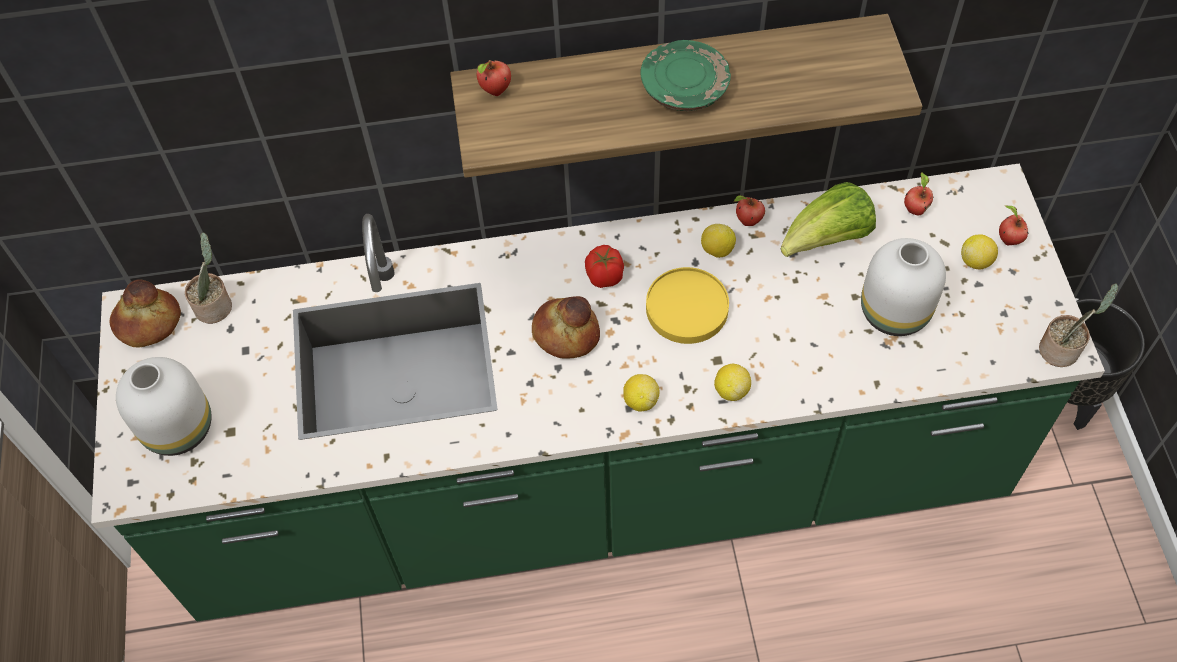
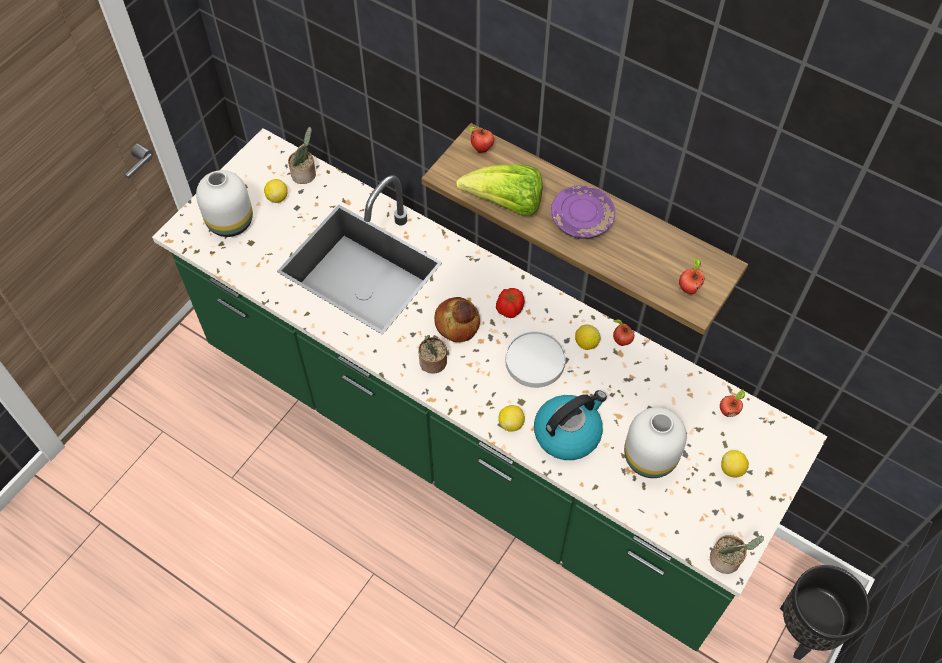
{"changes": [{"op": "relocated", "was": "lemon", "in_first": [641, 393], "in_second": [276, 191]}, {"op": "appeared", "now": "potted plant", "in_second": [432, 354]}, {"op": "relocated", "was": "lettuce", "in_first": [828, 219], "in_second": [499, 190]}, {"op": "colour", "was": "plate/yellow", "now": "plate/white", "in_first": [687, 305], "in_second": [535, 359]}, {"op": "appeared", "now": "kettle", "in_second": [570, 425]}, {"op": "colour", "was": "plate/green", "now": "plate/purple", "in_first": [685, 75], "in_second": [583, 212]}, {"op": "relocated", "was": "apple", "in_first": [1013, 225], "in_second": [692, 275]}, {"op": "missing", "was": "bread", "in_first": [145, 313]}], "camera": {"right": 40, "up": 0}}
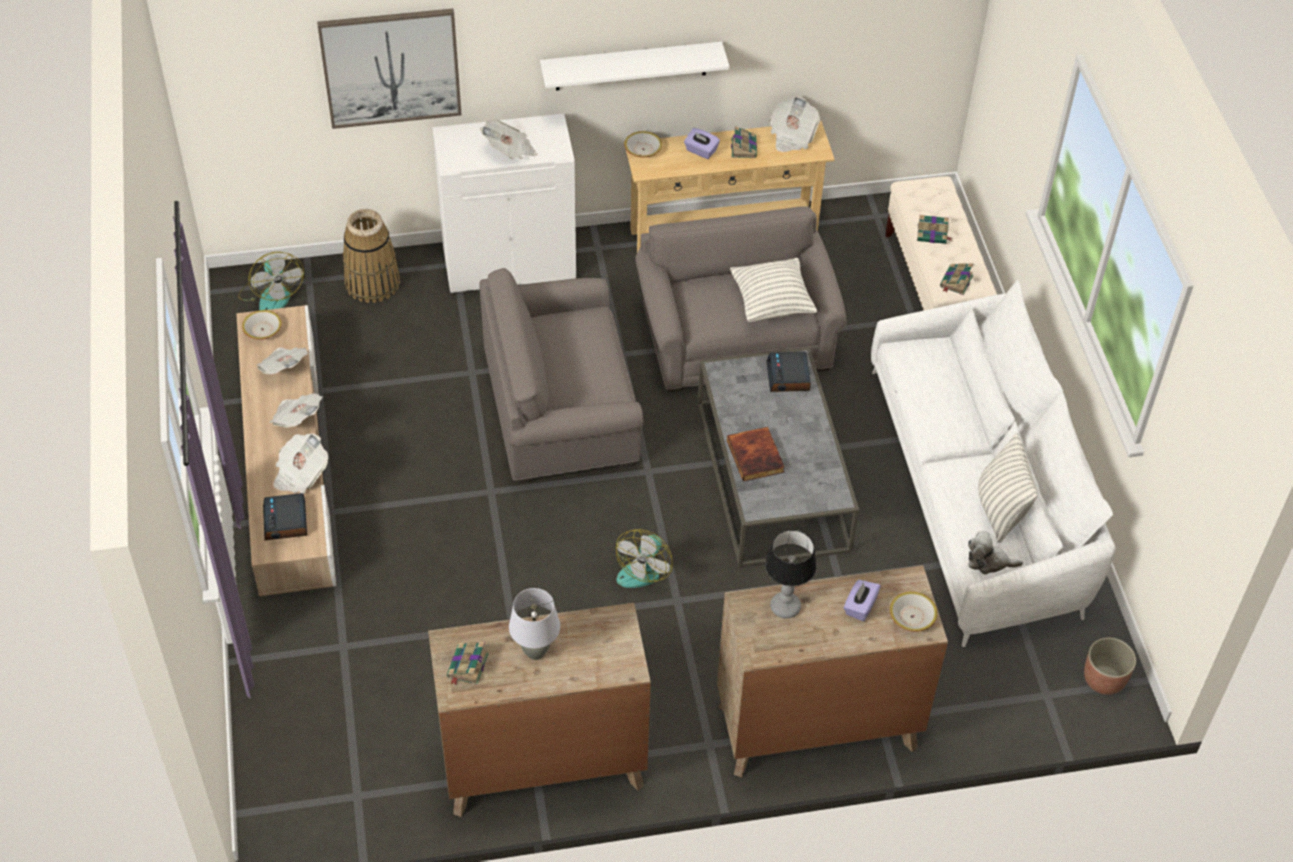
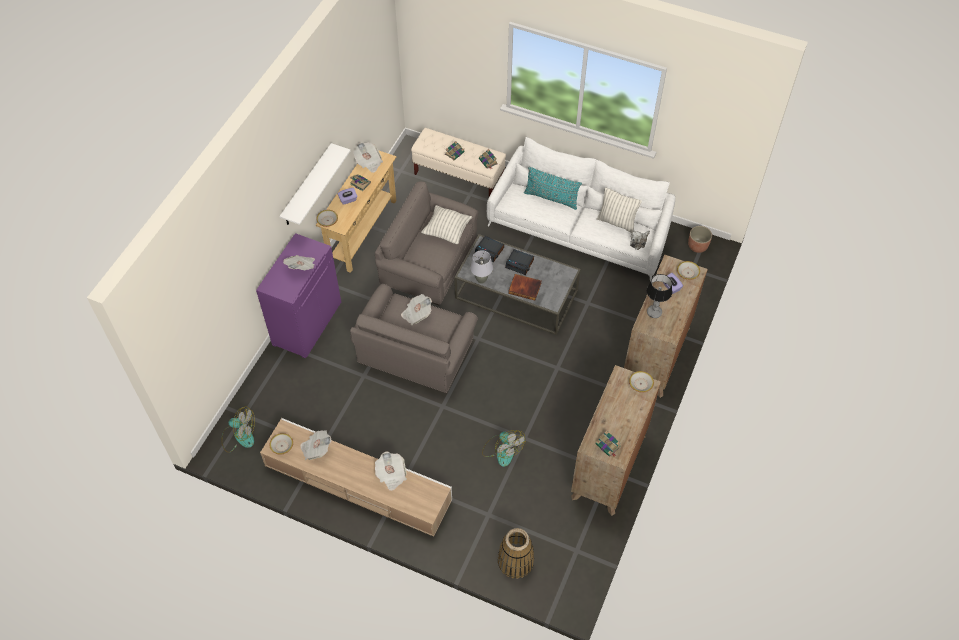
{"changes": [{"op": "colour", "was": "cabinet/white", "now": "cabinet/purple", "in_first": [504, 203], "in_second": [298, 295]}, {"op": "relocated", "was": "newspaper", "in_first": [296, 410], "in_second": [416, 309]}, {"op": "relocated", "was": "table lamp/grey", "in_first": [534, 624], "in_second": [481, 267]}, {"op": "relocated", "was": "fan", "in_first": [644, 558], "in_second": [503, 448]}, {"op": "relocated", "was": "basket", "in_first": [371, 256], "in_second": [515, 553]}, {"op": "relocated", "was": "alarm clock", "in_first": [285, 516], "in_second": [519, 262]}, {"op": "appeared", "now": "pillow/turquoise", "in_second": [553, 188]}, {"op": "appeared", "now": "bowl", "in_second": [641, 382]}, {"op": "missing", "was": "picture", "in_first": [389, 69]}], "camera": {"right": -55, "up": 5}}
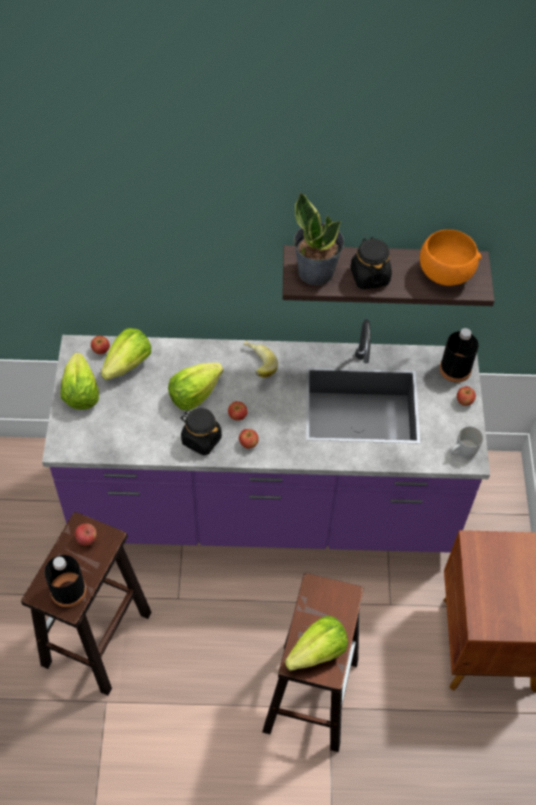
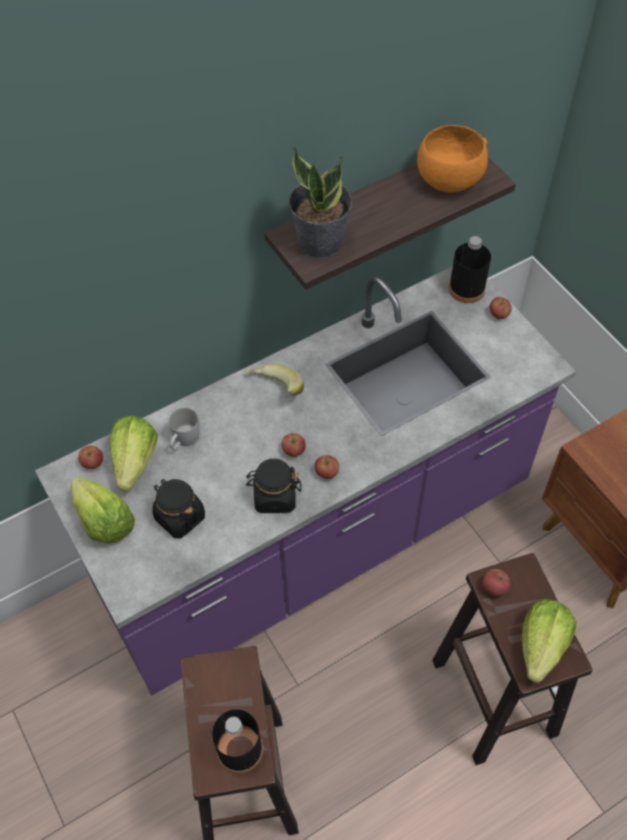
{"changes": [{"op": "relocated", "was": "jar/black", "in_first": [371, 263], "in_second": [178, 508]}, {"op": "relocated", "was": "mug/white", "in_first": [466, 442], "in_second": [184, 429]}, {"op": "relocated", "was": "apple", "in_first": [86, 534], "in_second": [496, 582]}, {"op": "missing", "was": "lettuce", "in_first": [195, 387]}], "camera": {"right": -30, "up": 0}}
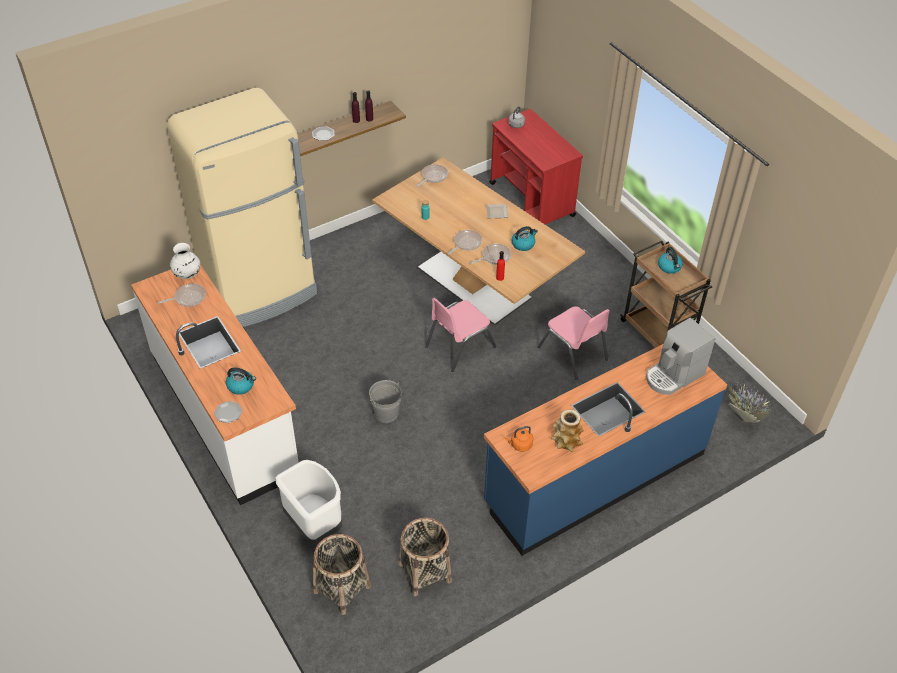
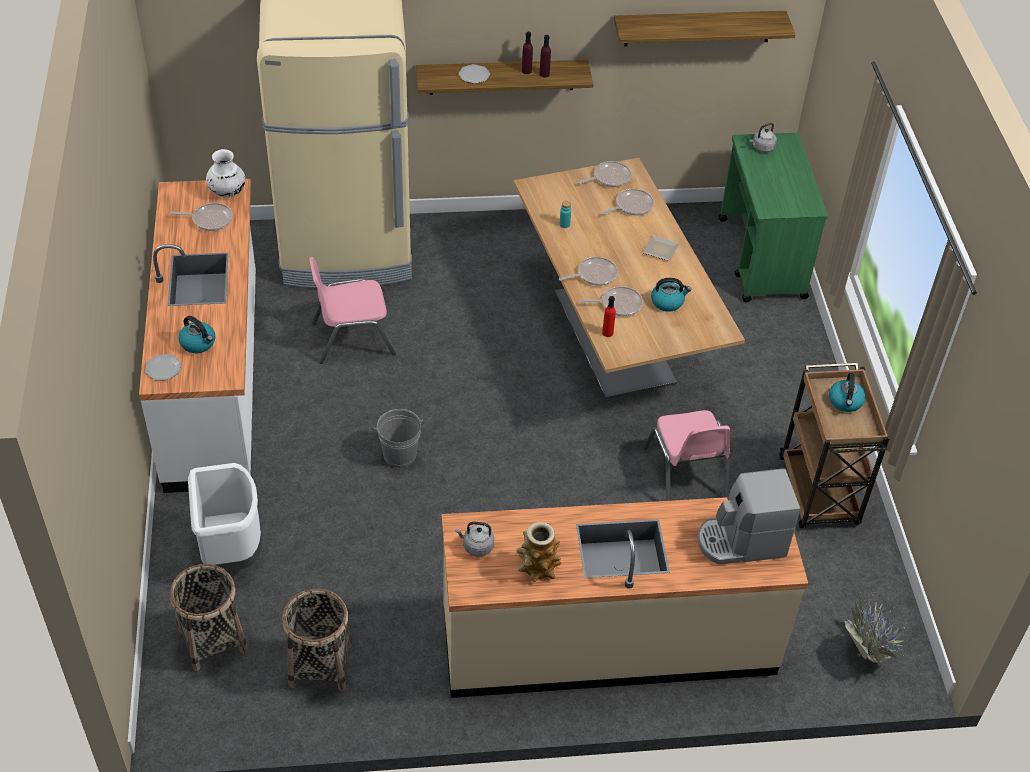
{"changes": [{"op": "relocated", "was": "chair/pink", "in_first": [460, 335], "in_second": [352, 310]}, {"op": "colour", "was": "counter/blue", "now": "counter/beige", "in_first": [605, 450], "in_second": [625, 597]}, {"op": "colour", "was": "kettle/orange", "now": "kettle/grey", "in_first": [519, 439], "in_second": [474, 539]}, {"op": "appeared", "now": "frying pan", "in_second": [628, 202]}, {"op": "appeared", "now": "shelf", "in_second": [705, 29]}, {"op": "colour", "was": "cart/red", "now": "cart/green", "in_first": [536, 166], "in_second": [773, 217]}], "camera": {"right": 25, "up": 0}}
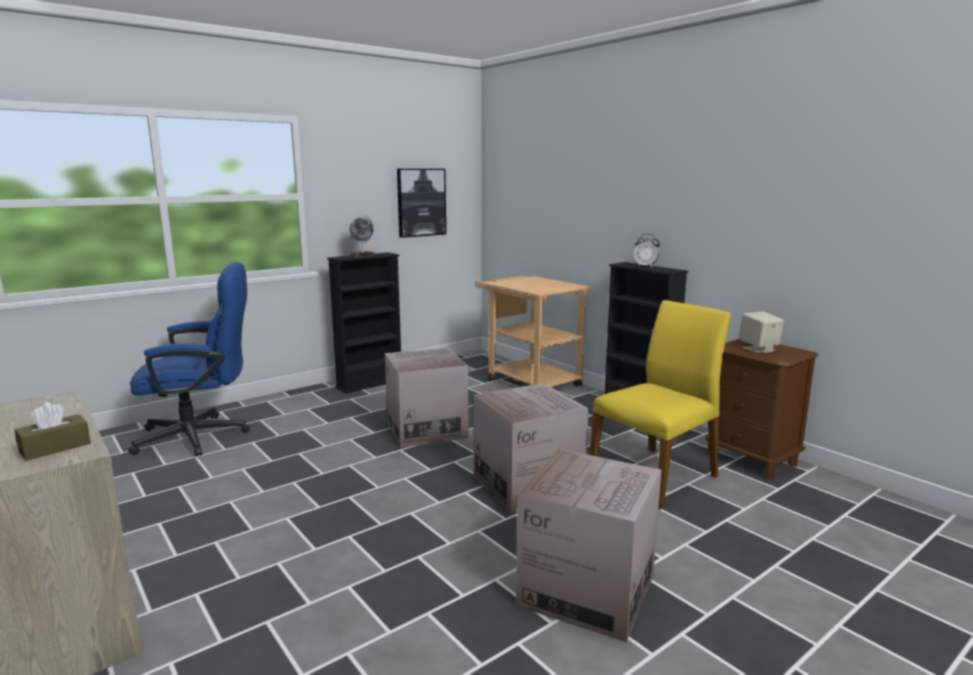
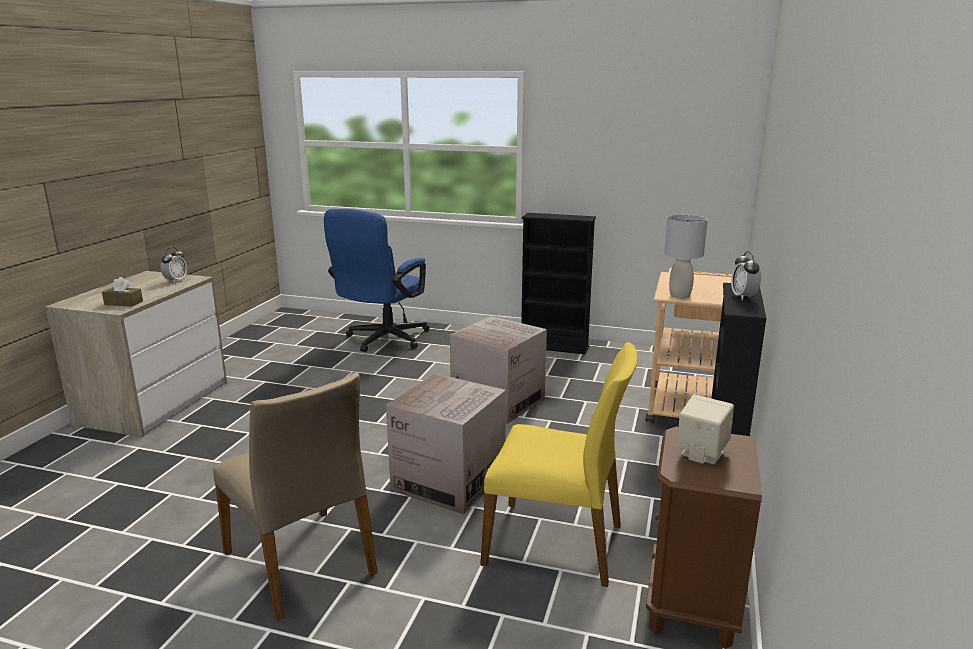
{"changes": [{"op": "appeared", "now": "alarm clock", "in_second": [173, 265]}, {"op": "exchanged", "was": "cardboard box", "now": "chair/beige", "in_first": [589, 545], "in_second": [295, 496]}, {"op": "spun", "was": "office chair/blue", "in_first": [189, 359], "in_second": [377, 280], "clockwise": 75}, {"op": "appeared", "now": "table lamp/grey", "in_second": [686, 257]}, {"op": "missing", "was": "globe", "in_first": [362, 236]}, {"op": "missing", "was": "picture", "in_first": [421, 203]}], "camera": {"right": 55, "up": 5}}
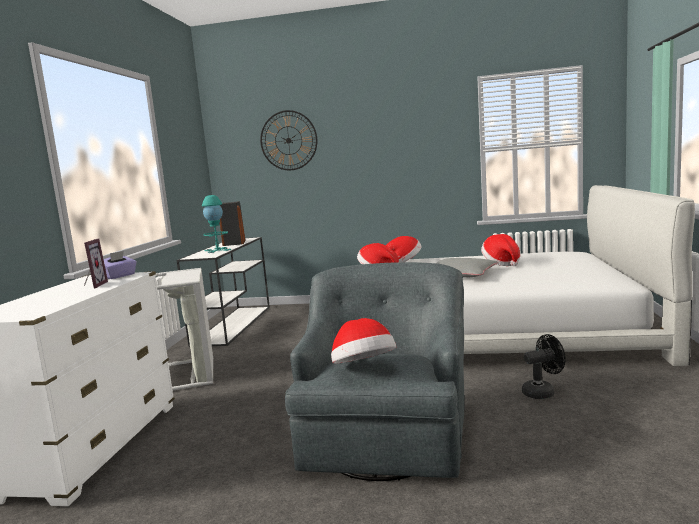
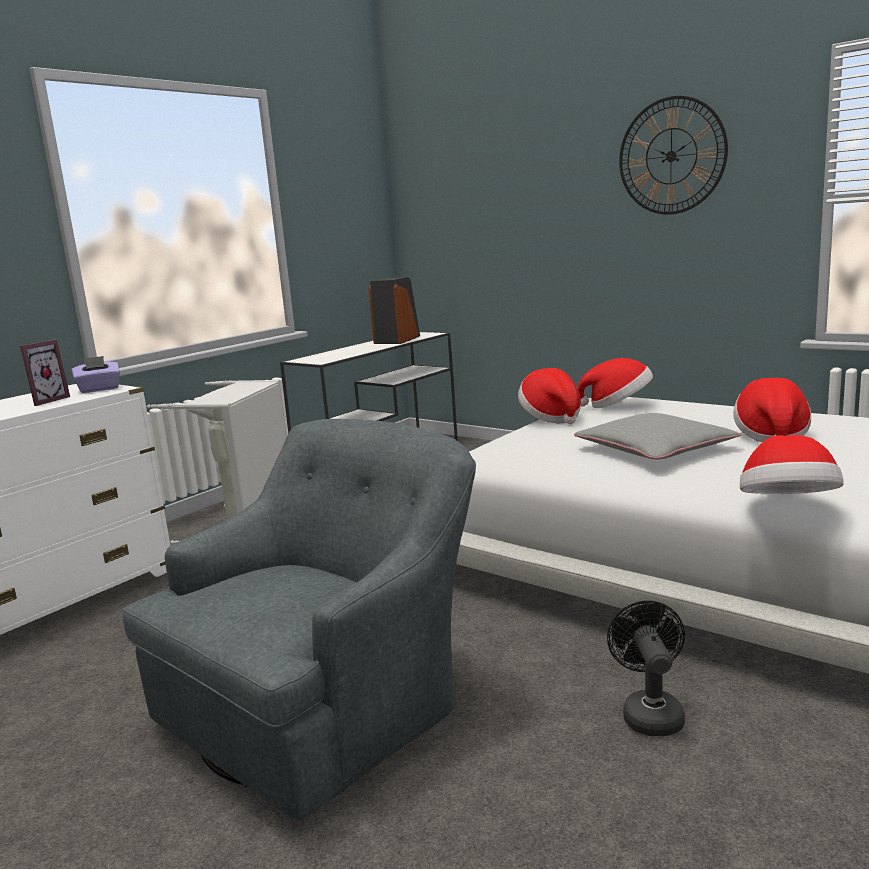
{"changes": [{"op": "spun", "was": "fan/black", "in_first": [544, 366], "in_second": [646, 668], "clockwise": -105}, {"op": "relocated", "was": "wall clock", "in_first": [288, 140], "in_second": [673, 155]}, {"op": "relocated", "was": "hat", "in_first": [363, 341], "in_second": [792, 464]}, {"op": "missing", "was": "table lamp/turquoise", "in_first": [216, 224]}], "camera": {"right": 30, "up": 5}}
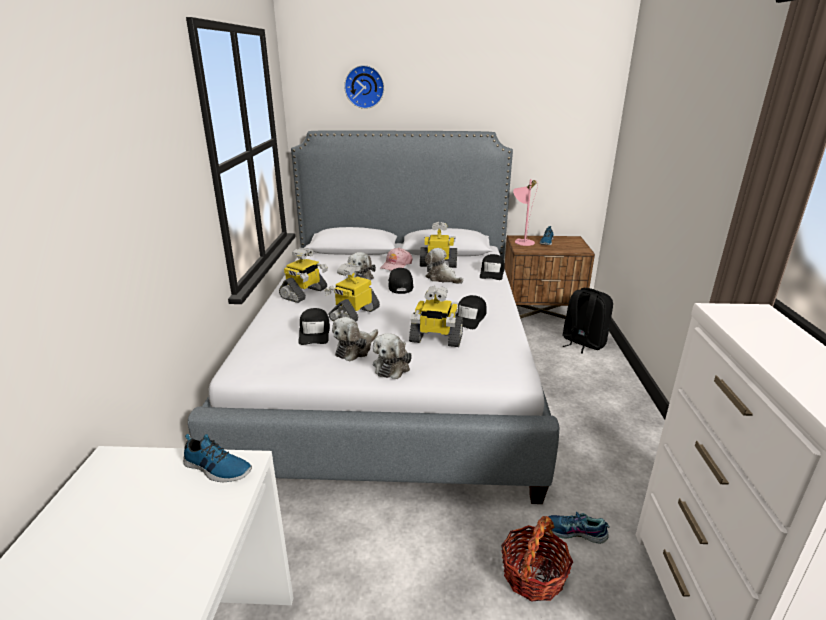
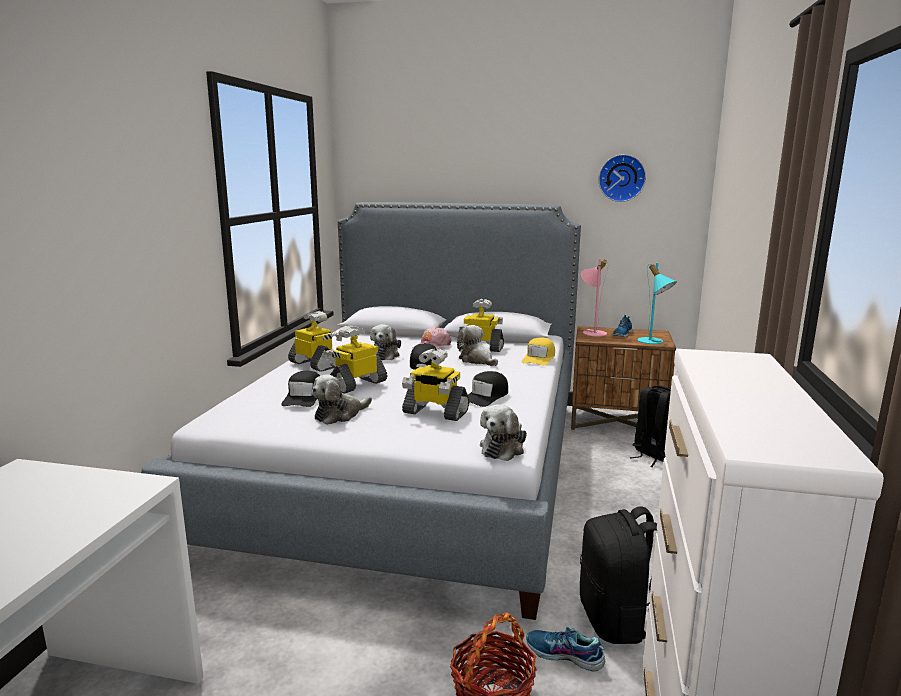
{"changes": [{"op": "spun", "was": "toy robot", "in_first": [303, 275], "in_second": [315, 341], "clockwise": -90}, {"op": "relocated", "was": "plush toy", "in_first": [392, 356], "in_second": [503, 432]}, {"op": "colour", "was": "cap/black", "now": "cap/yellow", "in_first": [492, 267], "in_second": [538, 352]}, {"op": "appeared", "now": "backpack/black", "in_second": [618, 575]}, {"op": "relocated", "was": "wall clock", "in_first": [364, 87], "in_second": [622, 178]}, {"op": "appeared", "now": "table lamp/turquoise", "in_second": [657, 303]}, {"op": "missing", "was": "shoe", "in_first": [217, 458]}], "camera": {"right": 10, "up": -10}}
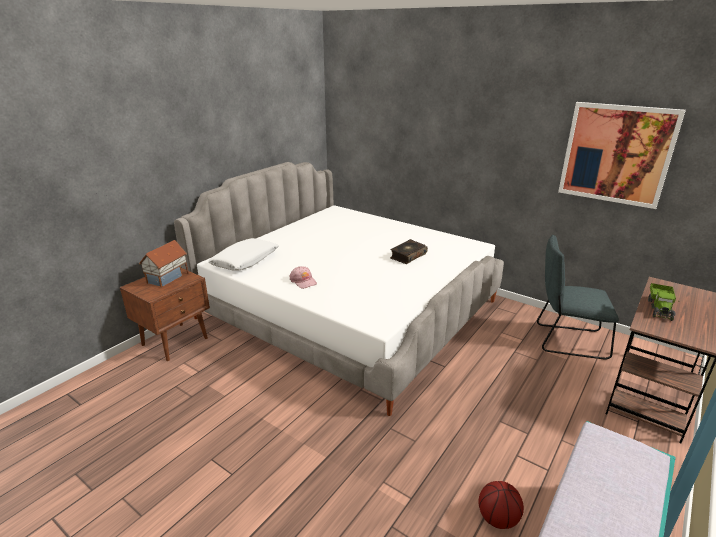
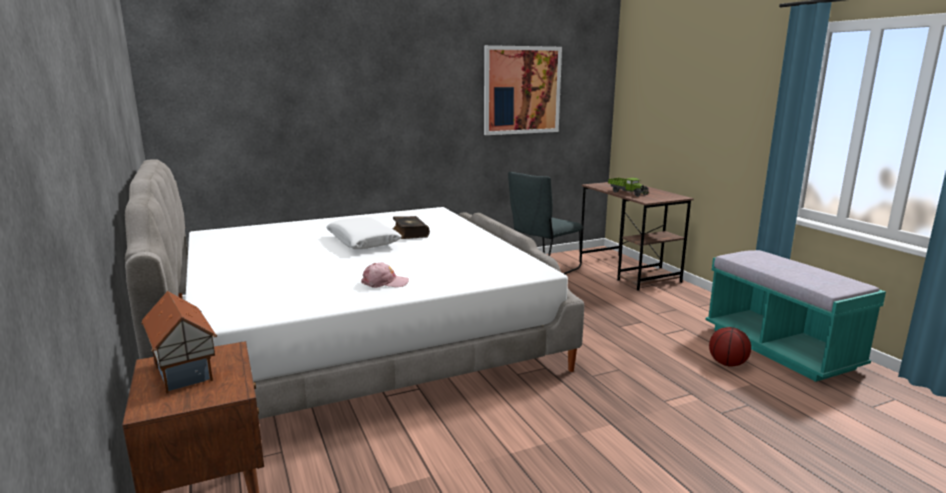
{"changes": [{"op": "relocated", "was": "pillow/white", "in_first": [243, 254], "in_second": [364, 233]}], "camera": {"right": -60, "up": -10}}
